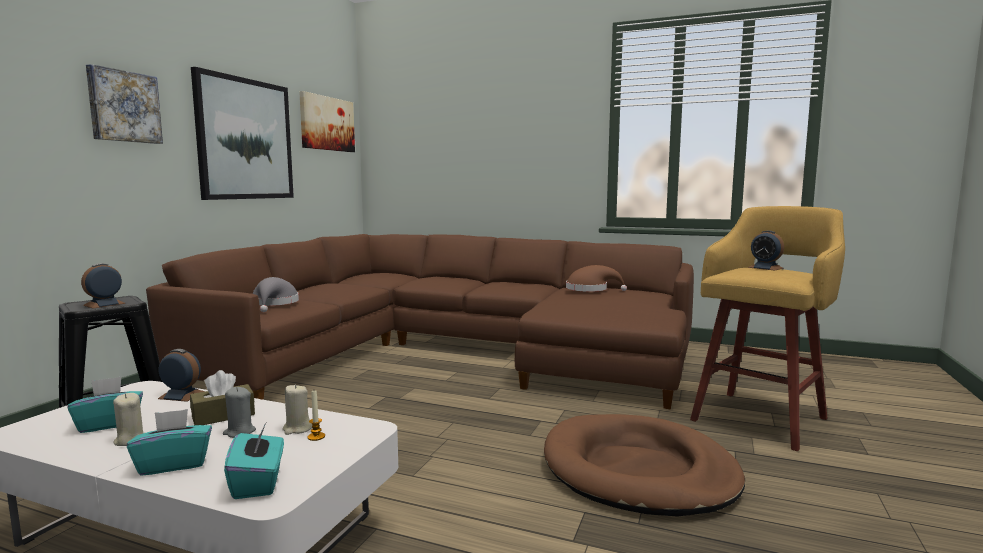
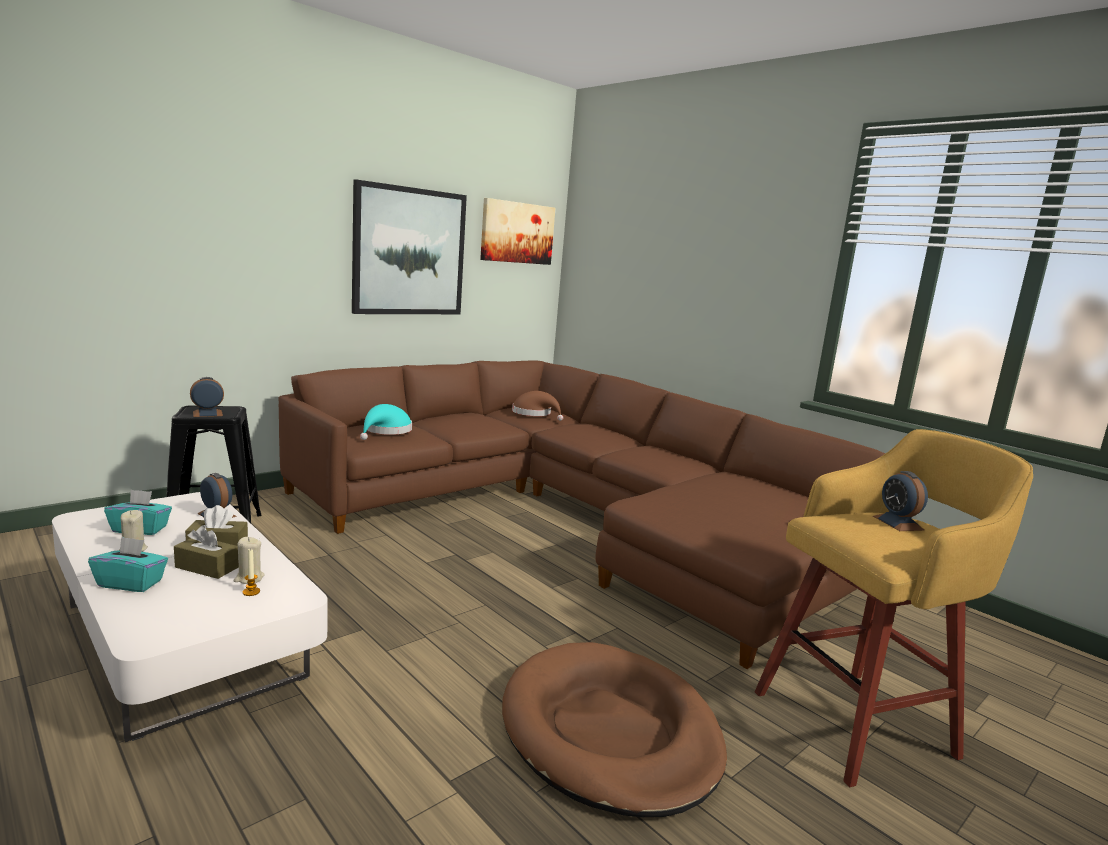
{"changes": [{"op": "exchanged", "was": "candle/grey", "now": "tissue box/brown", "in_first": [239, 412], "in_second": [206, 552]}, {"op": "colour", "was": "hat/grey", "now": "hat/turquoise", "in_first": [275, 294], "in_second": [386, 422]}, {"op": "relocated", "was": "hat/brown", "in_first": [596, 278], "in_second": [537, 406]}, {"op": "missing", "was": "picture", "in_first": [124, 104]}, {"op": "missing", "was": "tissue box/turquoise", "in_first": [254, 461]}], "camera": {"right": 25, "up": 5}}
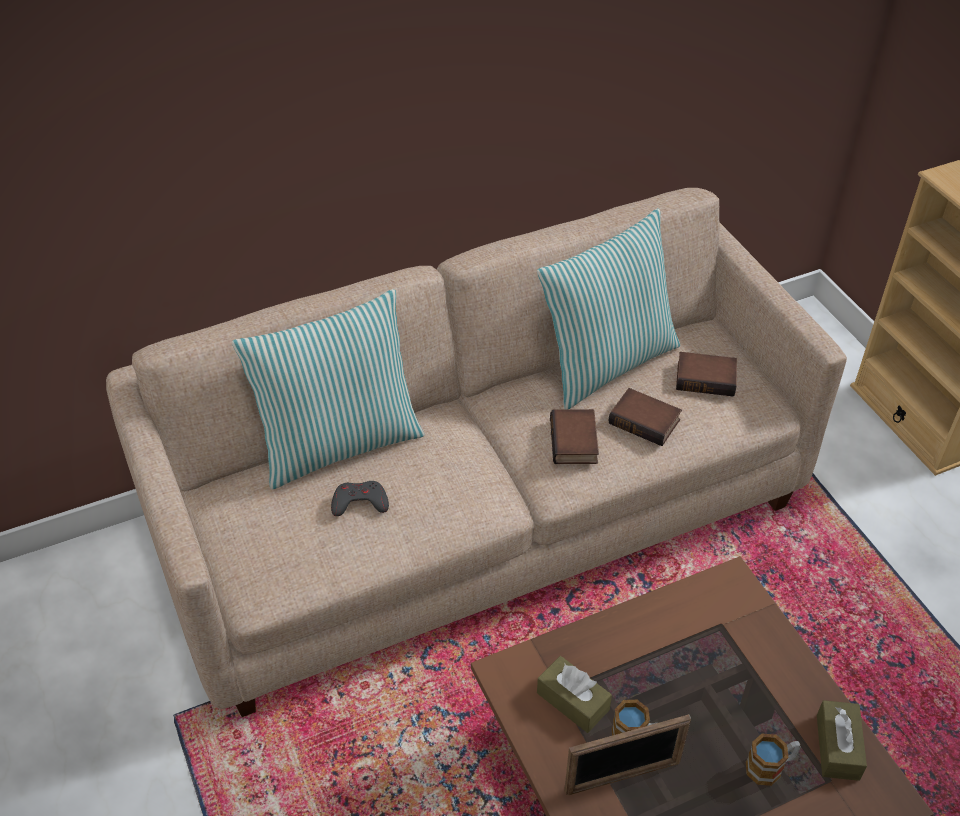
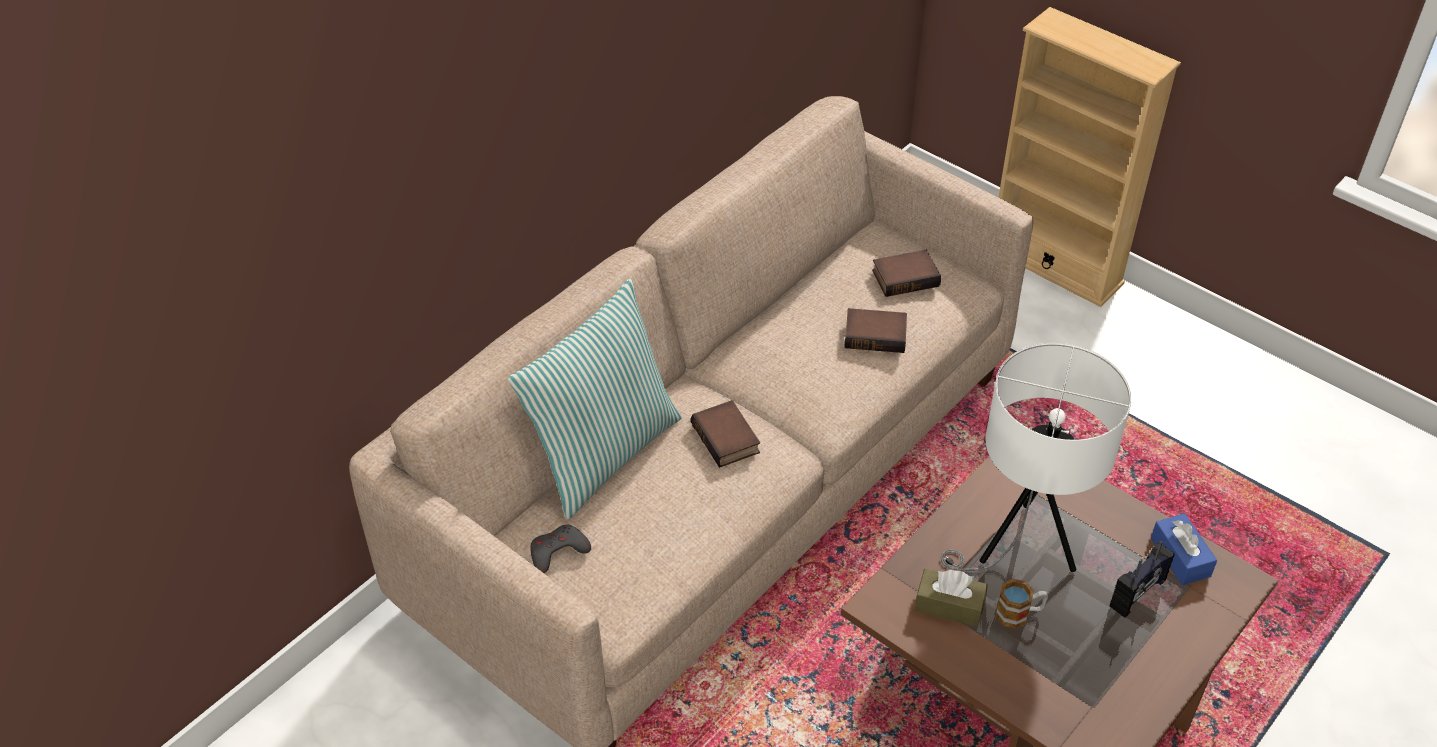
{"changes": [{"op": "relocated", "was": "game controller/grey", "in_first": [360, 498], "in_second": [560, 549]}, {"op": "relocated", "was": "book", "in_first": [574, 436], "in_second": [725, 434]}, {"op": "appeared", "now": "table lamp/white", "in_second": [1036, 457]}, {"op": "exchanged", "was": "mug", "now": "radio", "in_first": [773, 760], "in_second": [1142, 579]}, {"op": "colour", "was": "tissue box/brown", "now": "tissue box/blue", "in_first": [842, 740], "in_second": [1184, 549]}, {"op": "missing", "was": "pillow", "in_first": [608, 309]}, {"op": "missing", "was": "picture frame", "in_first": [627, 754]}], "camera": {"right": -25, "up": 0}}
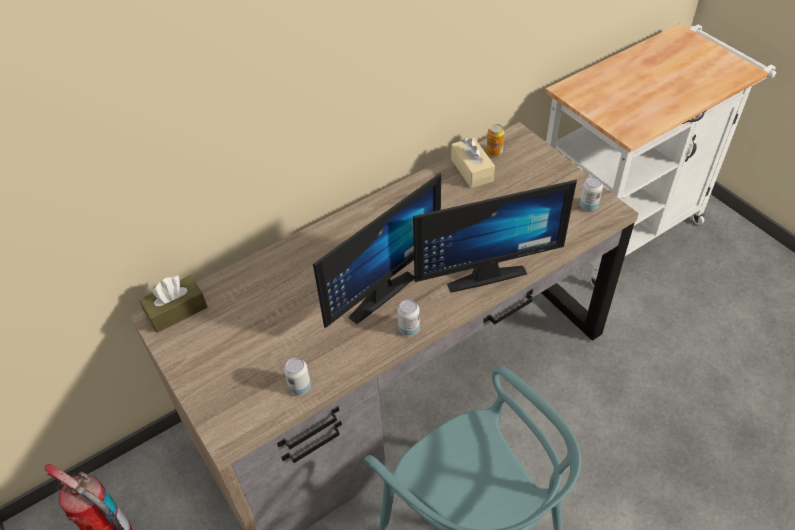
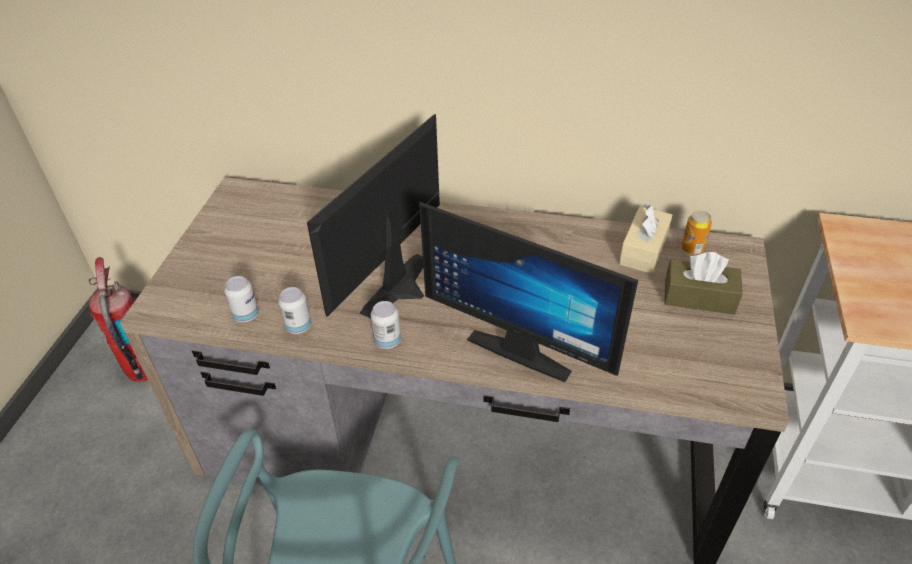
{"changes": [{"op": "relocated", "was": "can", "in_first": [591, 194], "in_second": [294, 310]}, {"op": "spun", "was": "monitor", "in_first": [377, 250], "in_second": [373, 216], "clockwise": 120}, {"op": "relocated", "was": "tissue box/brown", "in_first": [173, 304], "in_second": [703, 283]}], "camera": {"right": 45, "up": -5}}
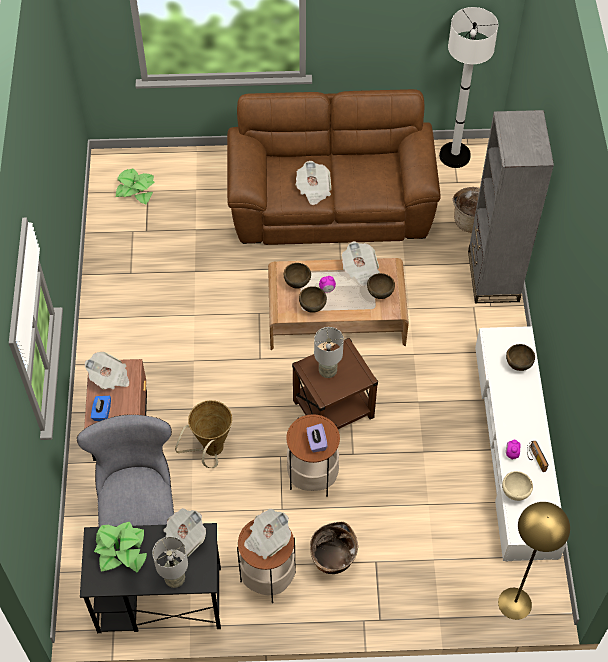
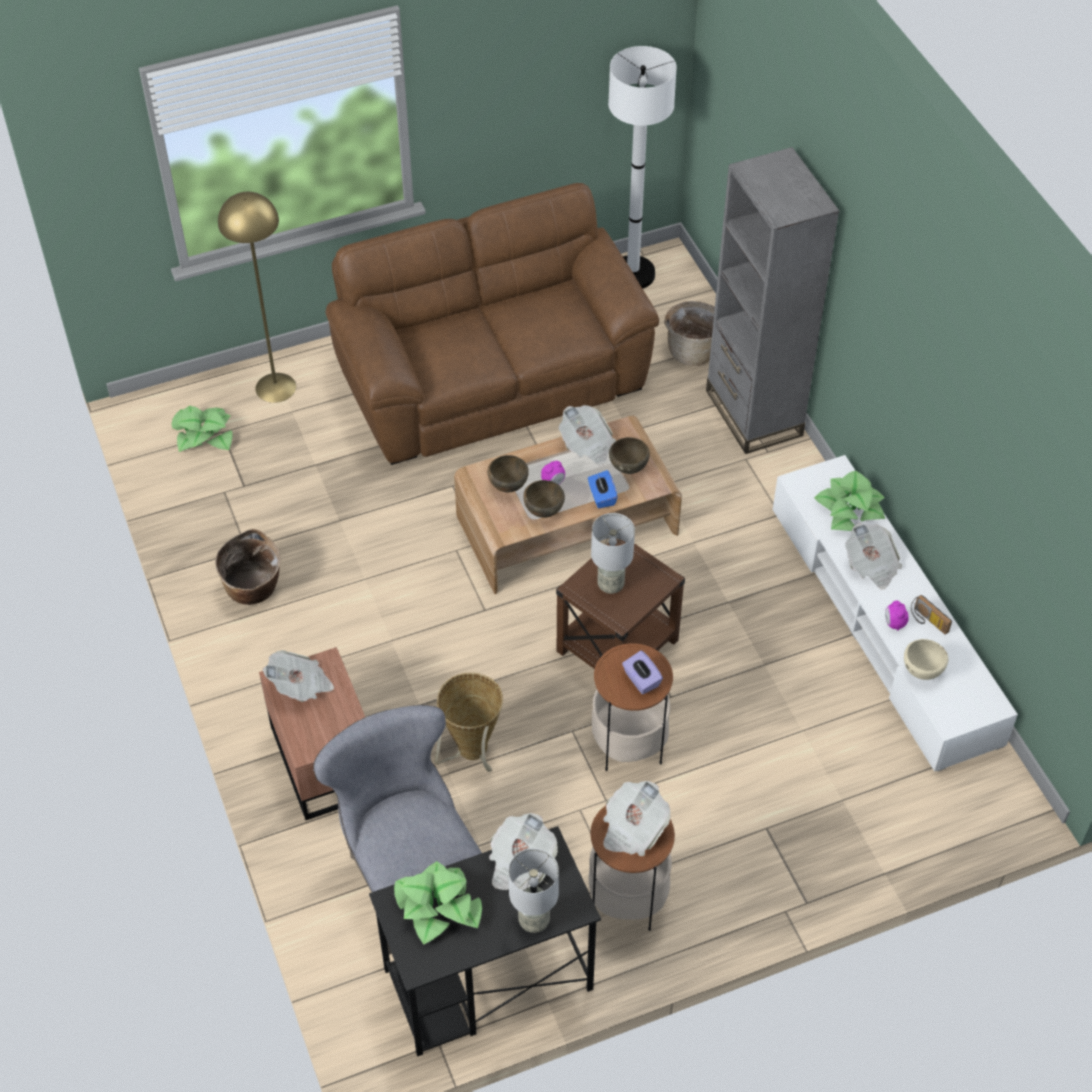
{"changes": [{"op": "relocated", "was": "basket", "in_first": [334, 548], "in_second": [247, 567]}, {"op": "relocated", "was": "floor lamp/yellow", "in_first": [534, 561], "in_second": [257, 297]}, {"op": "relocated", "was": "tissue box/blue", "in_first": [101, 408], "in_second": [603, 489]}, {"op": "exchanged", "was": "bowl/brown", "now": "potted plant", "in_first": [520, 357], "in_second": [849, 501]}, {"op": "relocated", "was": "newspaper", "in_first": [313, 183], "in_second": [873, 556]}], "camera": {"right": -20, "up": -5}}
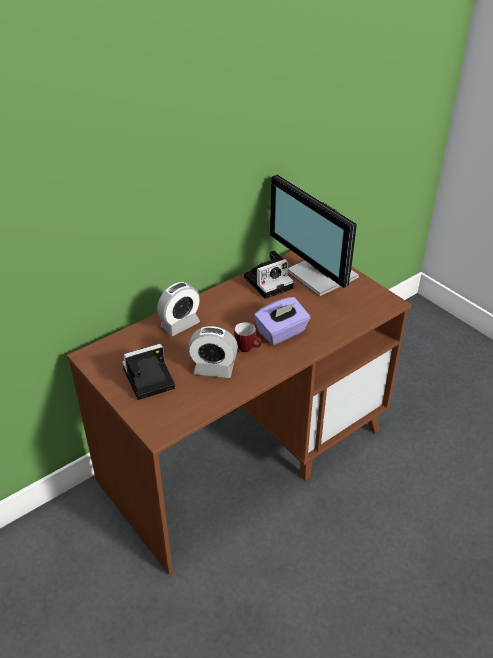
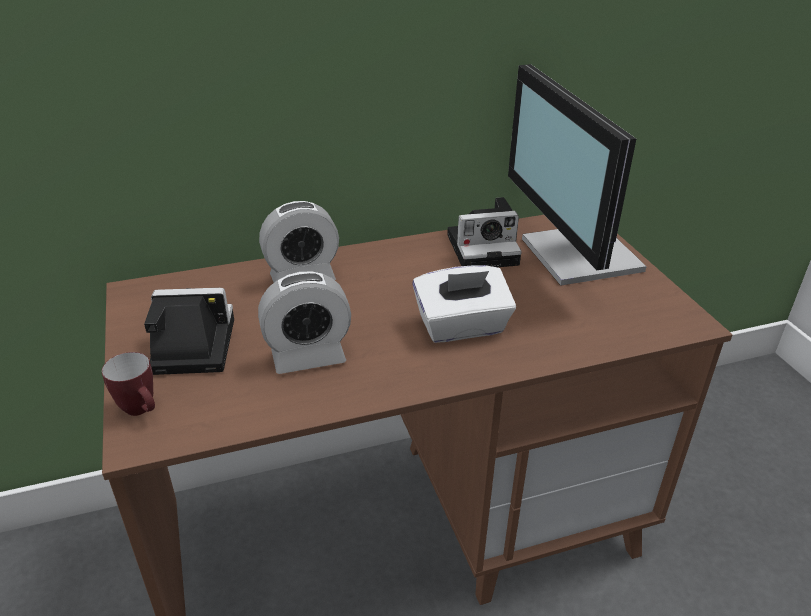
{"changes": [{"op": "relocated", "was": "mug", "in_first": [248, 337], "in_second": [128, 384]}, {"op": "spun", "was": "alarm clock", "in_first": [213, 352], "in_second": [304, 322], "clockwise": -45}, {"op": "colour", "was": "tissue box/purple", "now": "tissue box/white", "in_first": [282, 321], "in_second": [464, 304]}], "camera": {"right": 20, "up": -5}}
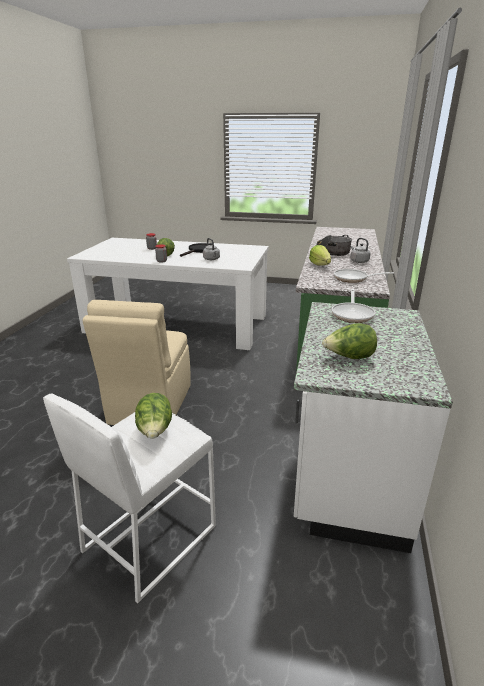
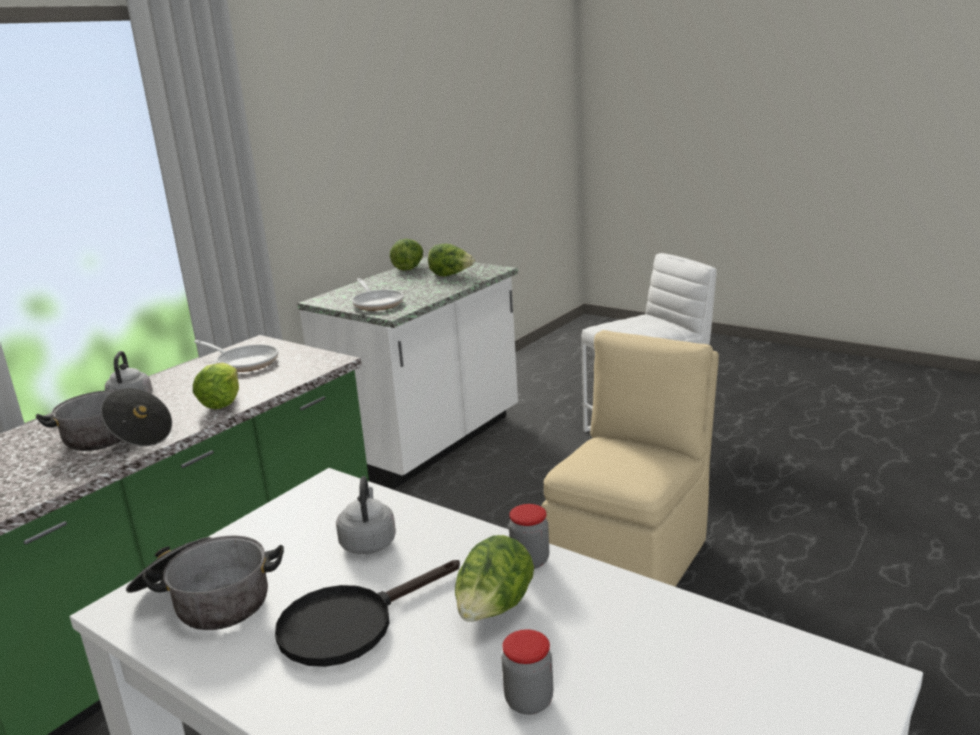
{"changes": [{"op": "appeared", "now": "cooking pot", "in_second": [205, 583]}, {"op": "spun", "was": "frying pan", "in_first": [353, 306], "in_second": [378, 294], "clockwise": 120}, {"op": "relocated", "was": "lettuce", "in_first": [153, 416], "in_second": [406, 255]}], "camera": {"right": -155, "up": -5}}
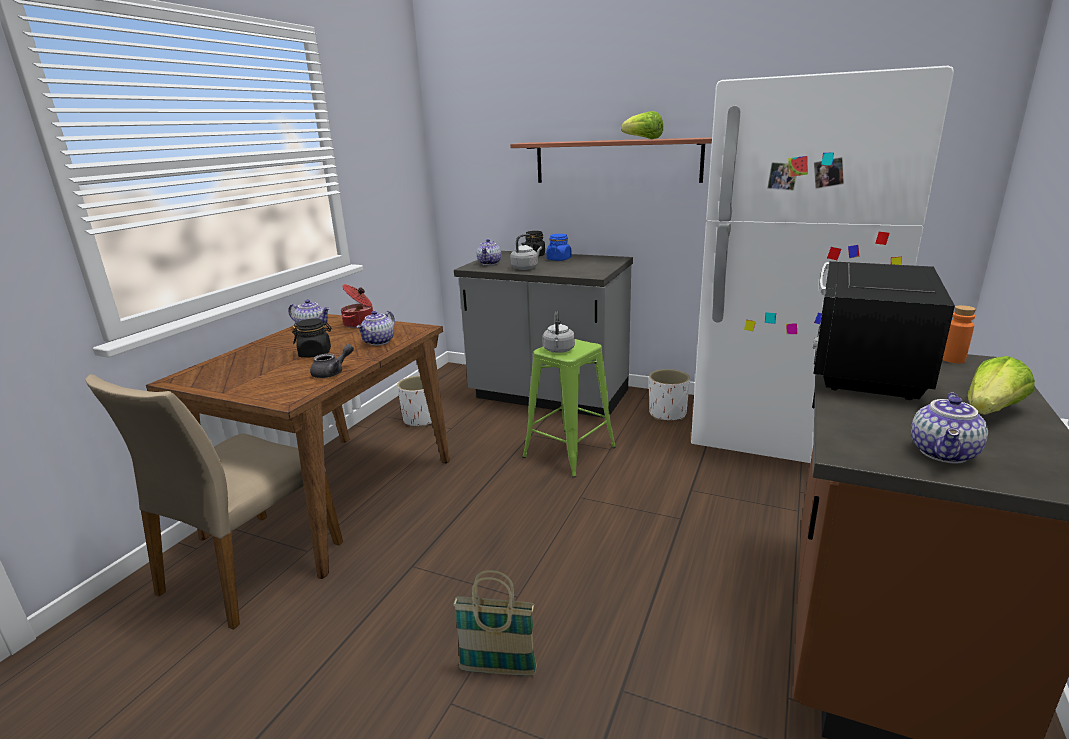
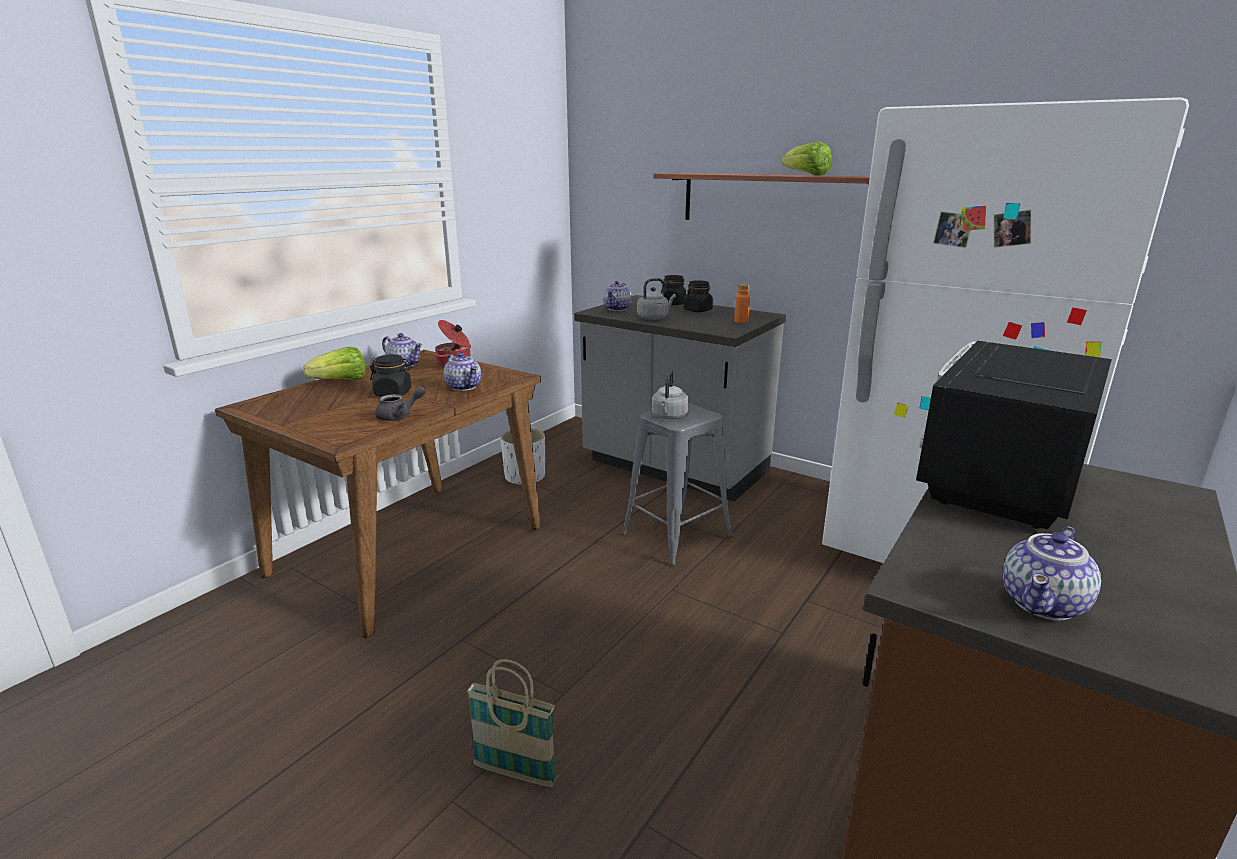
{"changes": [{"op": "relocated", "was": "lettuce", "in_first": [1001, 385], "in_second": [334, 363]}, {"op": "spun", "was": "teapot", "in_first": [376, 328], "in_second": [462, 371], "clockwise": -75}, {"op": "colour", "was": "stool/green", "now": "stool/grey", "in_first": [569, 408], "in_second": [677, 484]}, {"op": "colour", "was": "jar/blue", "now": "jar/black", "in_first": [558, 247], "in_second": [698, 296]}, {"op": "relocated", "was": "bottle/orange", "in_first": [959, 334], "in_second": [742, 303]}, {"op": "missing", "was": "chair/beige", "in_first": [214, 502]}, {"op": "missing", "was": "planter/white", "in_first": [669, 394]}], "camera": {"right": 10, "up": 0}}
